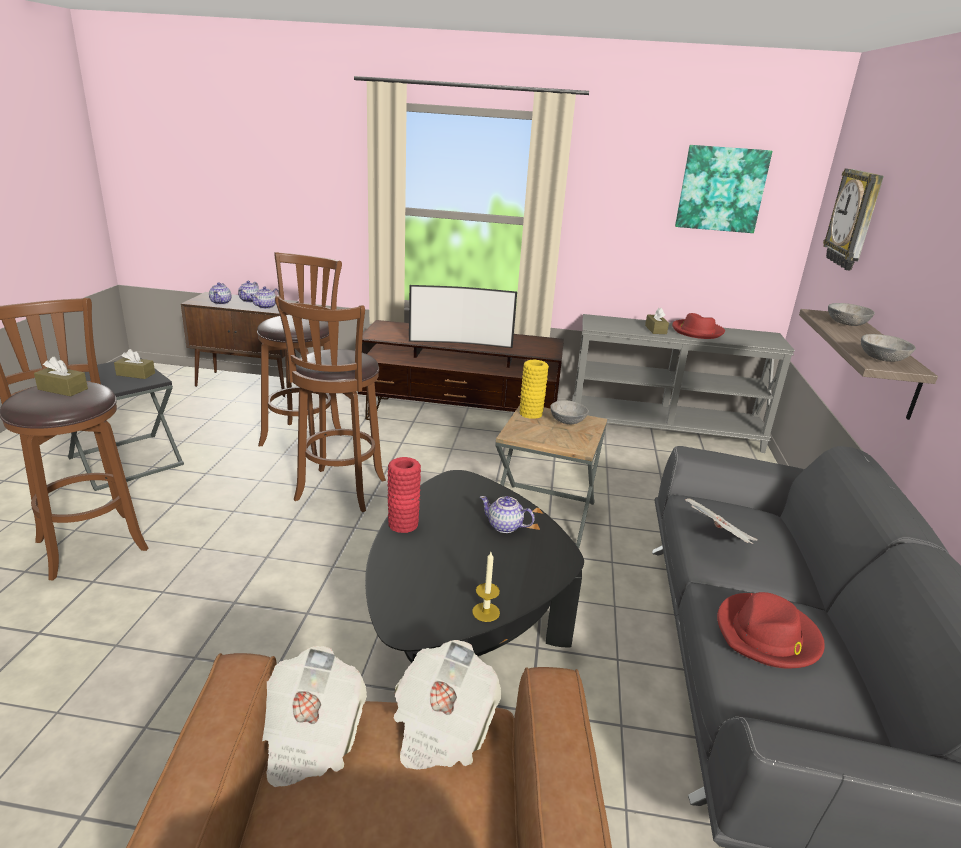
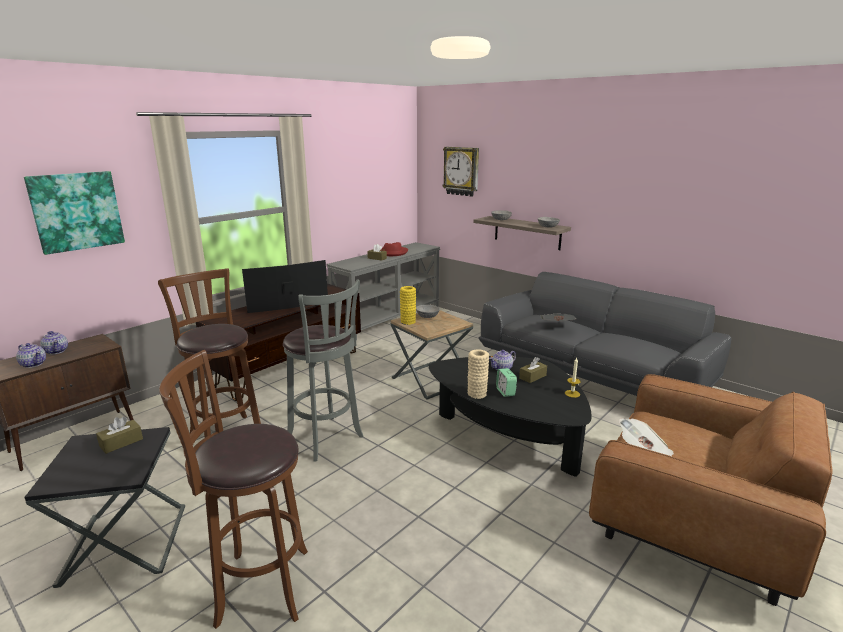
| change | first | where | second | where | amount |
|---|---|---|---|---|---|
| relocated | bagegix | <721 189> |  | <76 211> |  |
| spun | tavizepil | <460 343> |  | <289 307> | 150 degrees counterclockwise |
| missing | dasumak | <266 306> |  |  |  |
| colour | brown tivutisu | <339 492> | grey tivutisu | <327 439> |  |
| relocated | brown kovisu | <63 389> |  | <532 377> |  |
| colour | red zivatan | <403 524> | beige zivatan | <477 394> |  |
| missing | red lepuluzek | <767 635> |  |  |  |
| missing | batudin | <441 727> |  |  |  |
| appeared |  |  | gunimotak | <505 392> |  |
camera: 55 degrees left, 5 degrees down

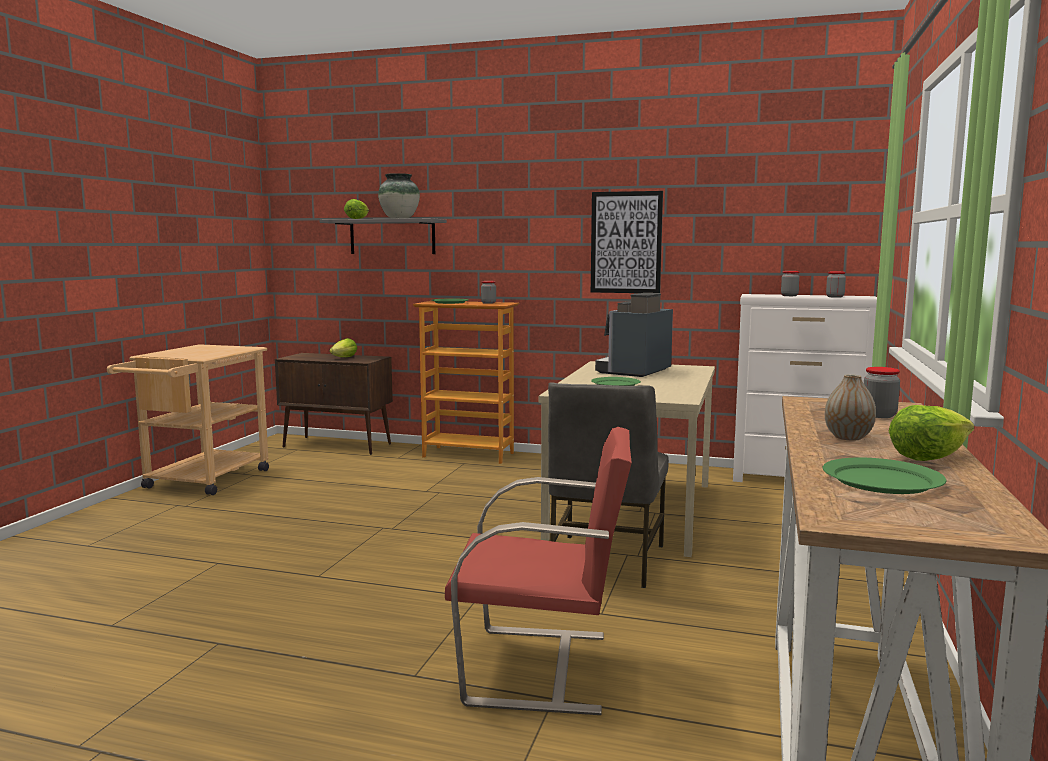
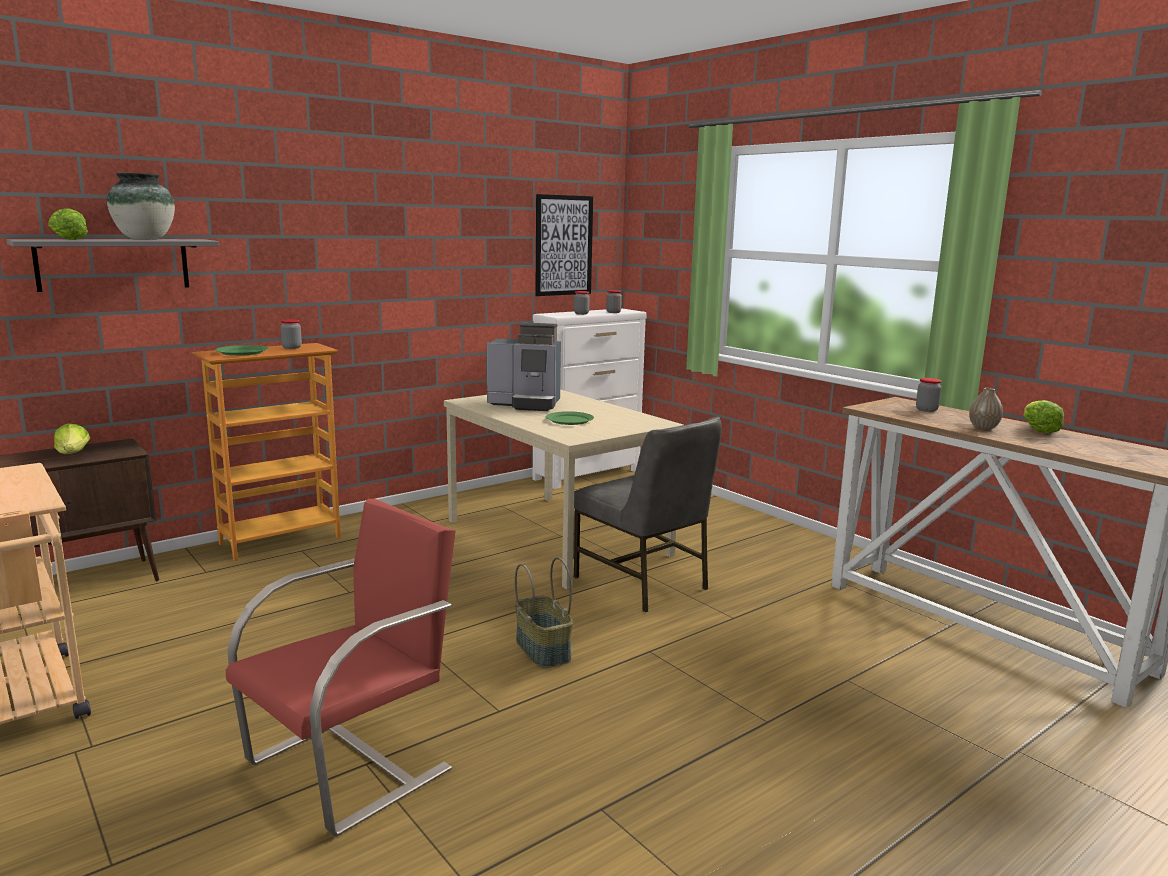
| change | first | where | second | where | amount |
|---|---|---|---|---|---|
| relocated | bagegix | <626 242> |  | <563 245> |  |
| spun | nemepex | <634 371> |  | <526 404> | 60 degrees counterclockwise |
| relocated | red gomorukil | <541 668> |  | <352 764> |  |
| missing | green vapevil | <883 480> |  |  |  |
| appeared |  |  | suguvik | <544 650> |  |
camera: 55 degrees left, 5 degrees up

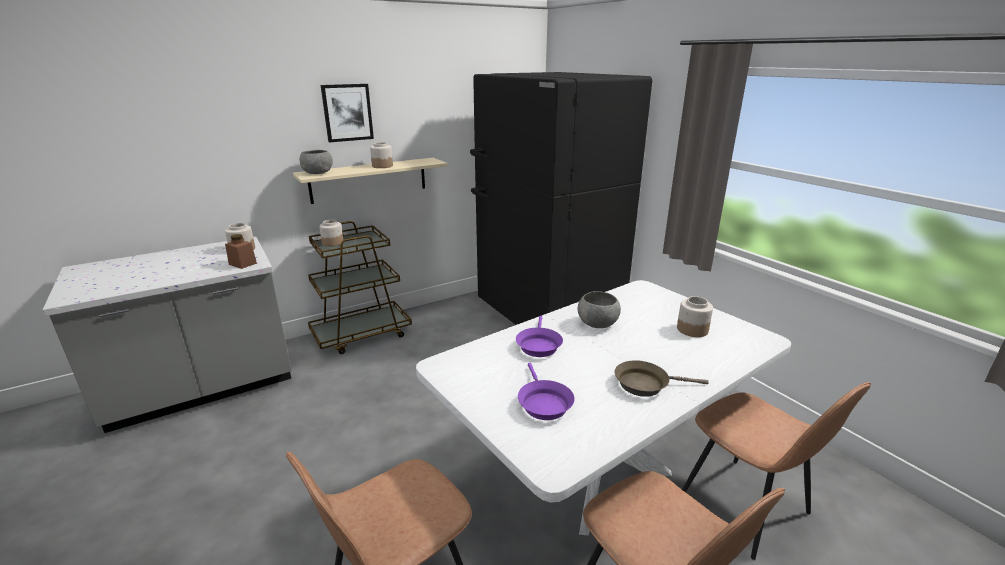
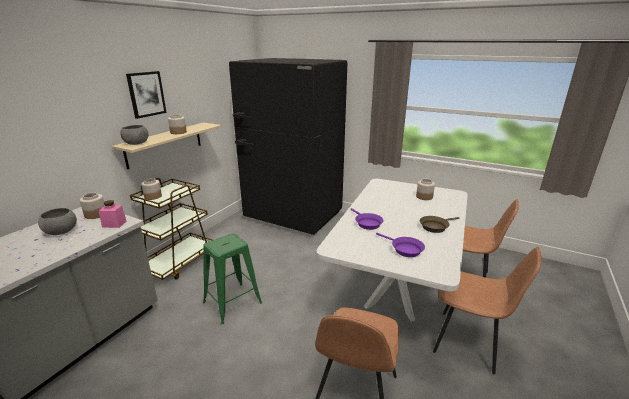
| change | first | where | second | where | amount |
|---|---|---|---|---|---|
| colour | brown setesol | <242 264> | pink setesol | <114 224> |  |
| relocated | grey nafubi | <597 323> |  | <61 231> |  |
| appeared |  |  | green tivutisu | <232 302> |  |
camera: 30 degrees left, 0 degrees up

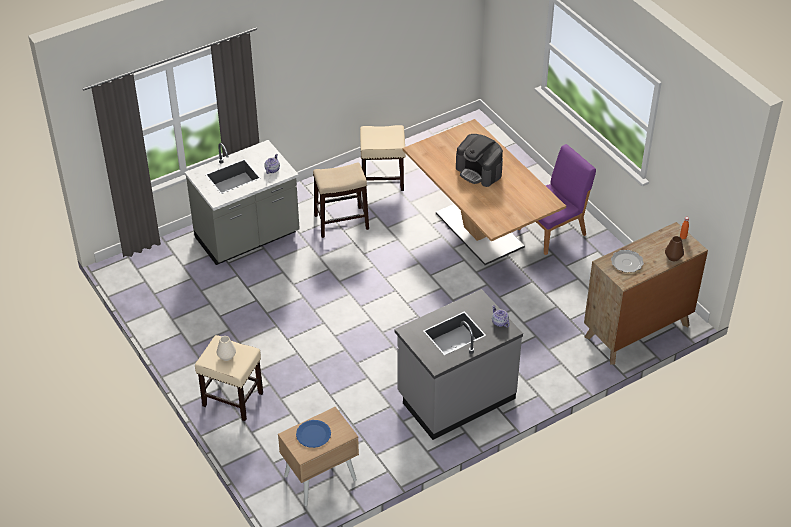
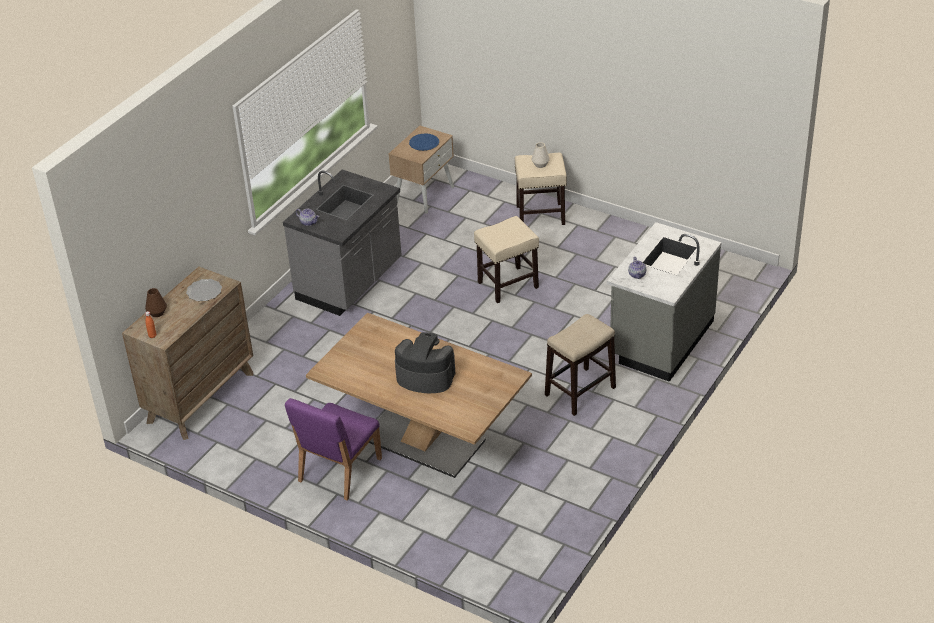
| change | first | where | second | where | amount |
|---|---|---|---|---|---|
| relocated | beige tivutisu | <383 180> |  | <507 285> |  |
camera: 155 degrees right, 5 degrees down

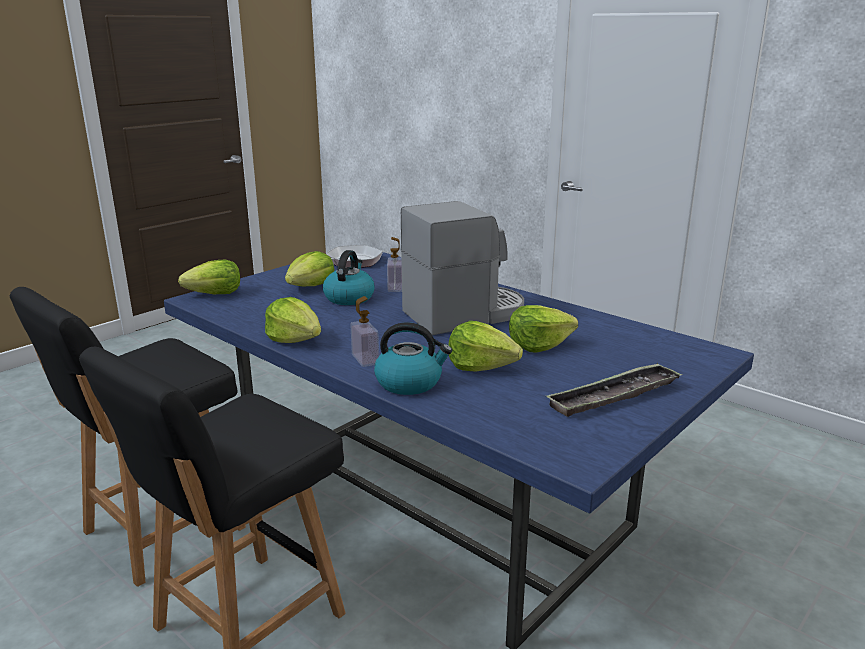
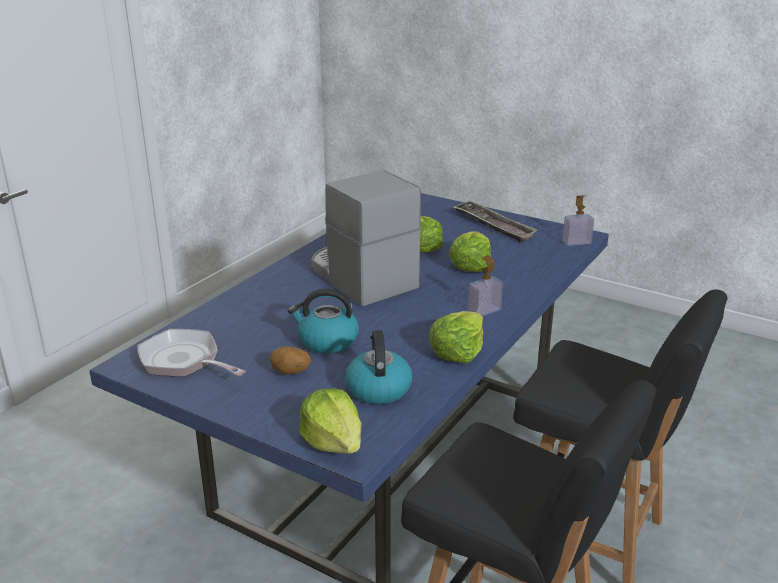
| change | first | where | second | where | amount |
|---|---|---|---|---|---|
| relocated | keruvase | <395 287> |  | <576 242> |  |
| exchanged | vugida | <311 286> | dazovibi | <290 372> |  |
| relocated | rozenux | <410 382> |  | <378 388> |  |
camera: 100 degrees left, 5 degrees up

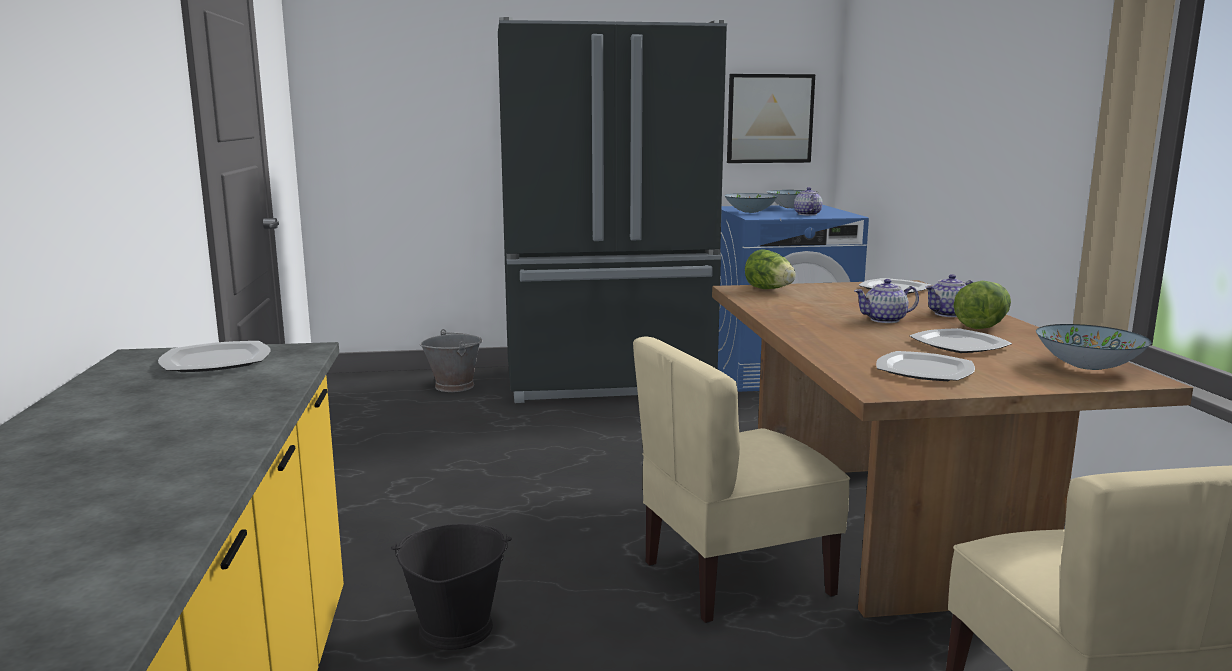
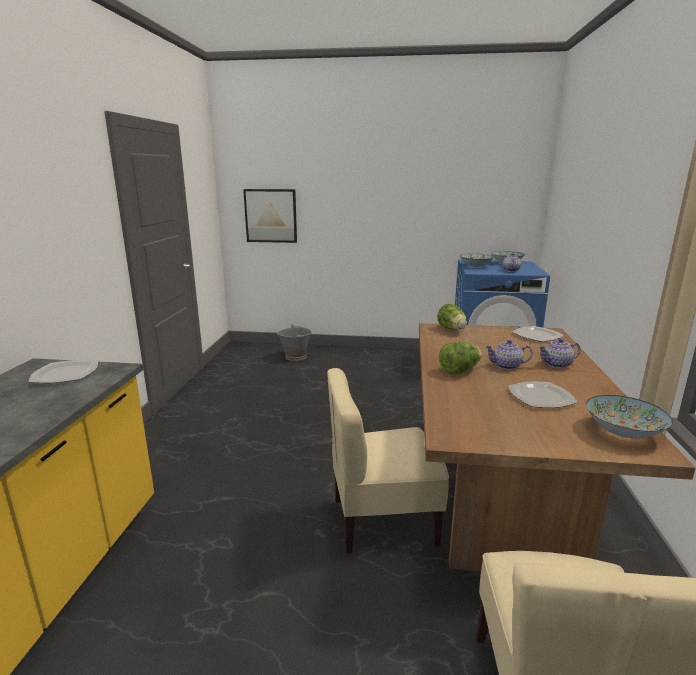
| change | first | where | second | where | amount |
|---|---|---|---|---|---|
| missing | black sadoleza | <609 382> |  |  |  |
| relocated | bagegix | <770 118> |  | <270 216> |  |
| relocated | vugida | <982 325> |  | <459 371> |  |
| missing | vapevil | <925 370> |  |  |  |
| missing | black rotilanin | <454 628> |  |  |  |
camera: 15 degrees right, 5 degrees up

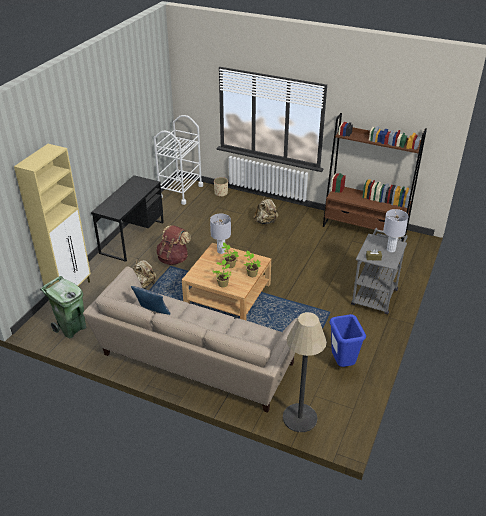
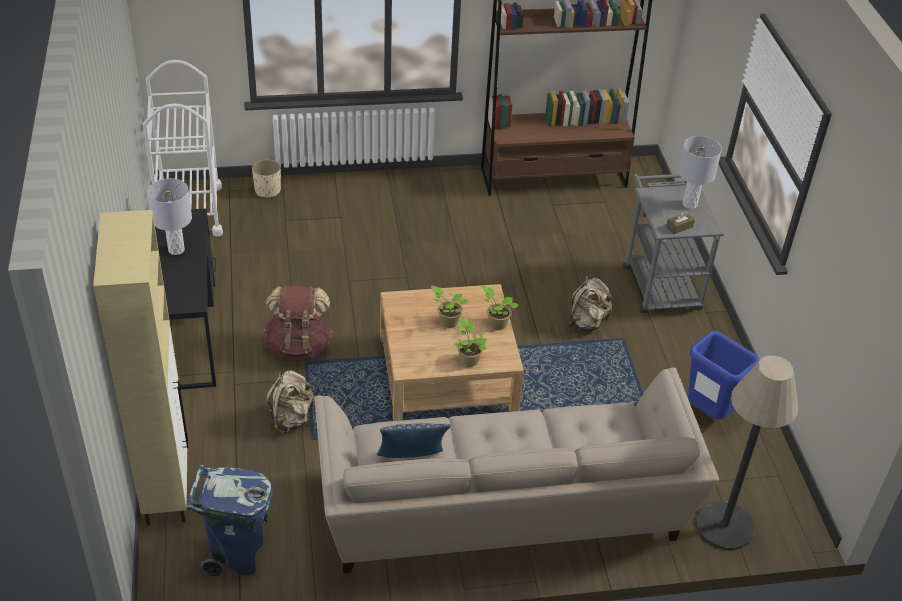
| change | first | where | second | where | amount |
|---|---|---|---|---|---|
| relocated | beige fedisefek | <265 222> |  | <587 322> |  |
| relocated | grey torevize | <221 251> |  | <176 249> |  |
| colour | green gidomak | <71 328> | blue gidomak | <237 555> |  |
camera: 35 degrees left, 5 degrees up

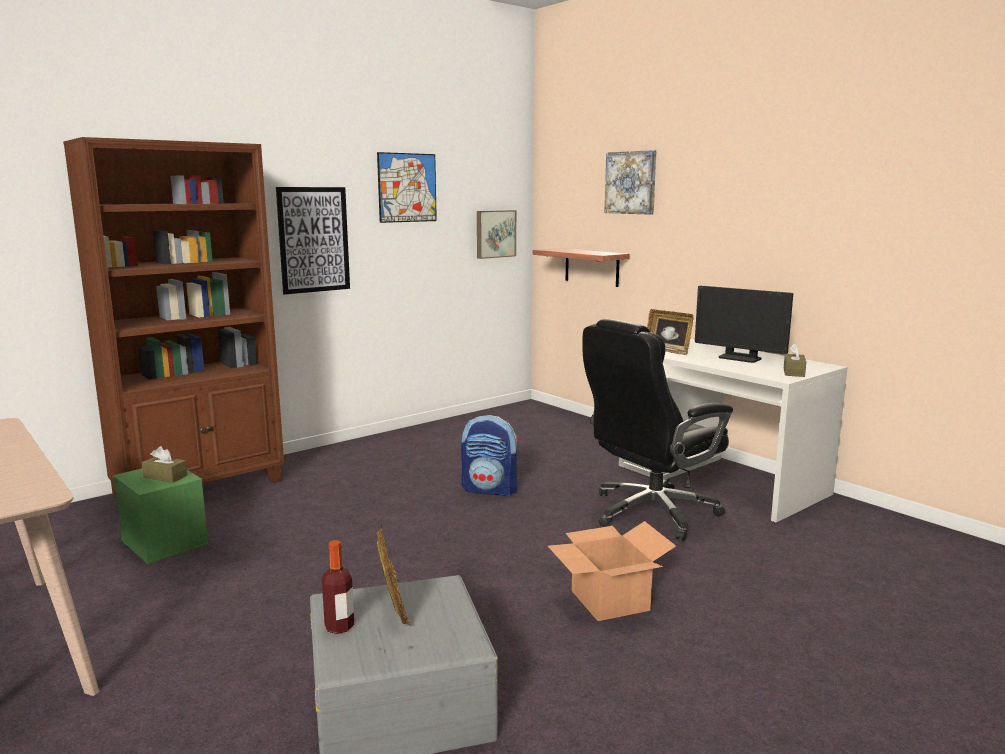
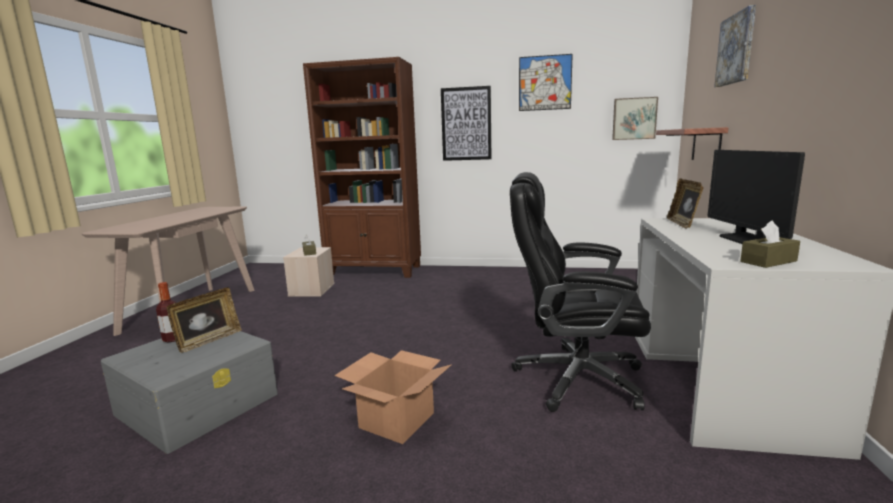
| change | first | where | second | where | amount |
|---|---|---|---|---|---|
| missing | fedisefek | <491 489> |  |  |  |
| colour | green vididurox | <166 542> | beige vididurox | <312 290> |  |
camera: 50 degrees right, 0 degrees up

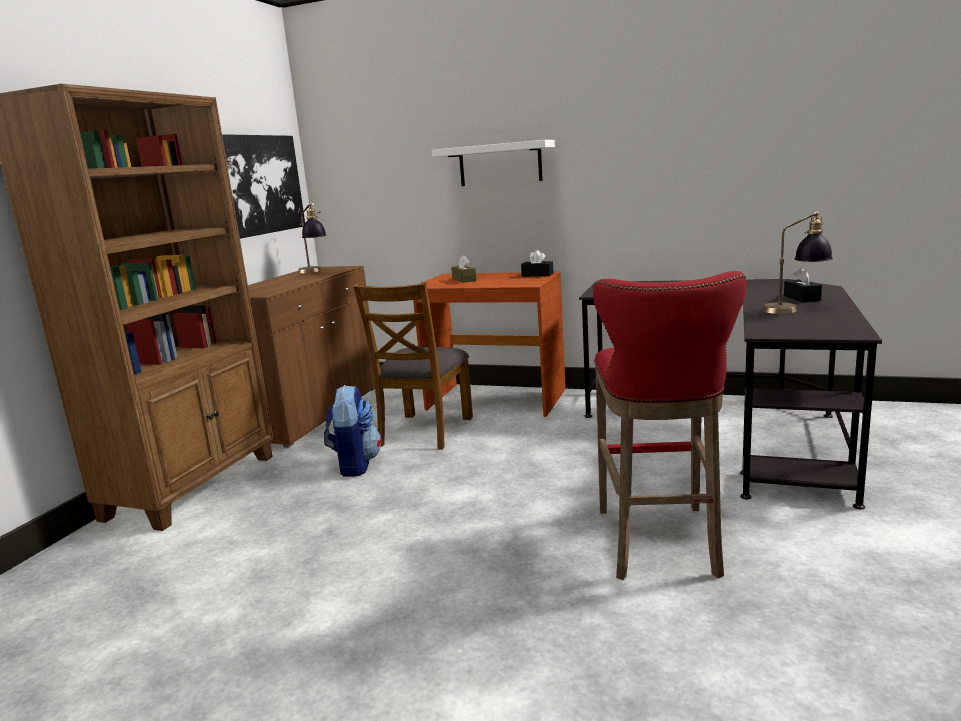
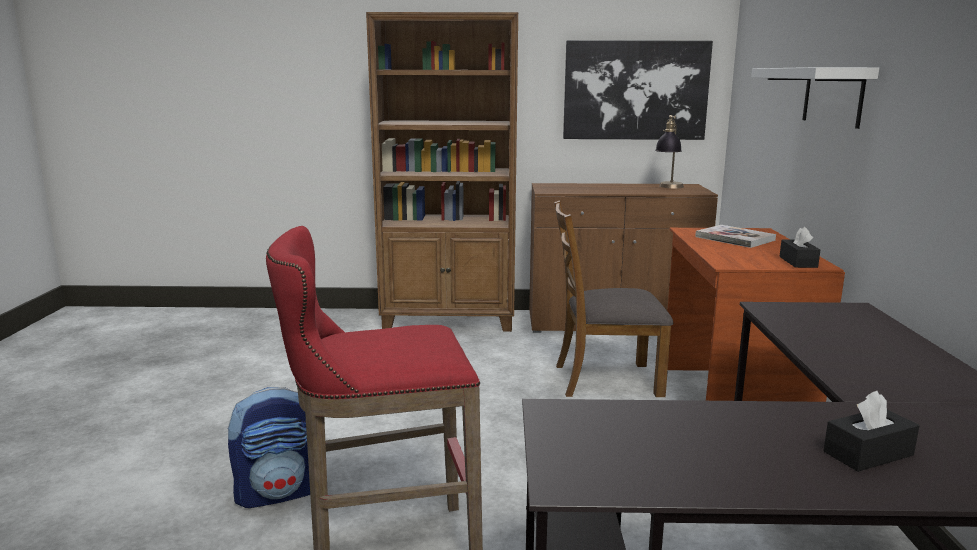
| change | first | where | second | where | amount |
|---|---|---|---|---|---|
| missing | torevize | <795 309> |  |  |  |
| exchanged | brown kovisu | <464 280> | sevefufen | <735 238> |  |
| relocated | fedisefek | <355 465> |  | <279 492> |  |
camera: 70 degrees right, 0 degrees up

